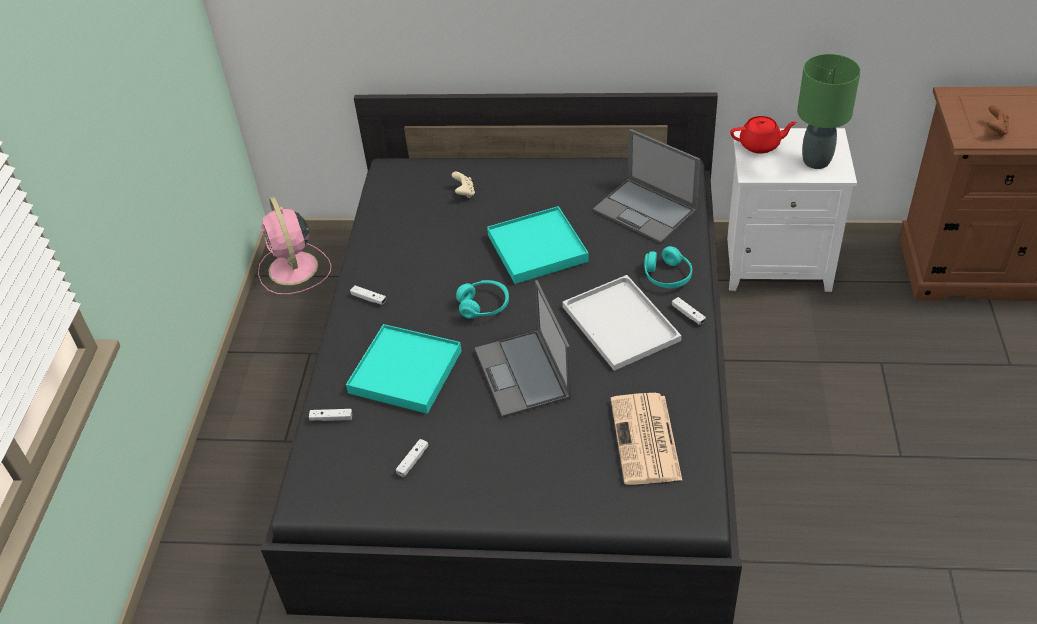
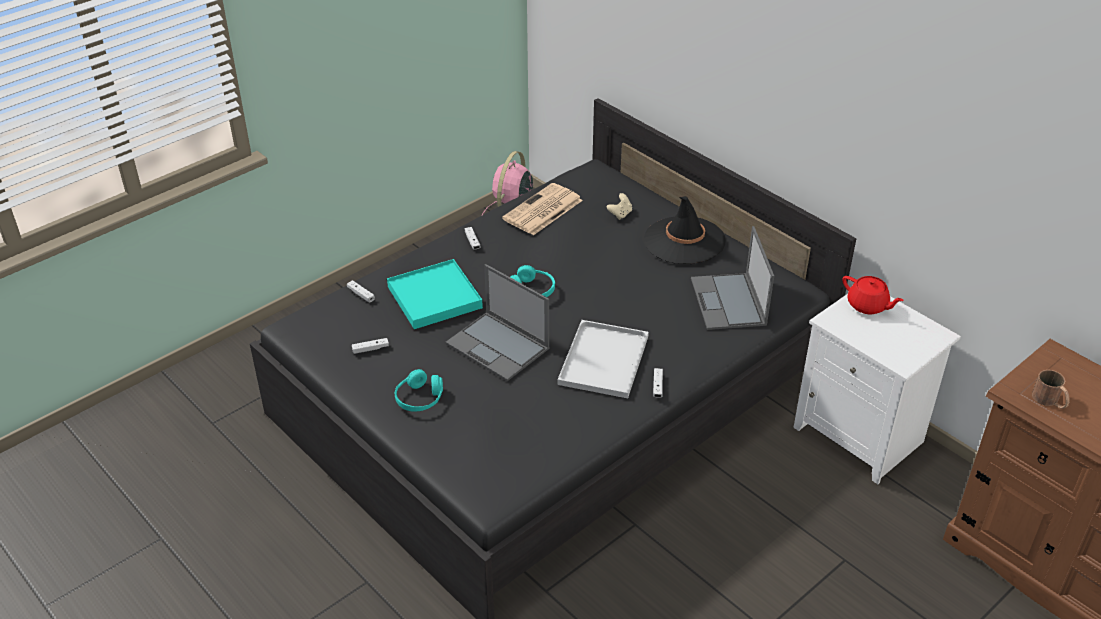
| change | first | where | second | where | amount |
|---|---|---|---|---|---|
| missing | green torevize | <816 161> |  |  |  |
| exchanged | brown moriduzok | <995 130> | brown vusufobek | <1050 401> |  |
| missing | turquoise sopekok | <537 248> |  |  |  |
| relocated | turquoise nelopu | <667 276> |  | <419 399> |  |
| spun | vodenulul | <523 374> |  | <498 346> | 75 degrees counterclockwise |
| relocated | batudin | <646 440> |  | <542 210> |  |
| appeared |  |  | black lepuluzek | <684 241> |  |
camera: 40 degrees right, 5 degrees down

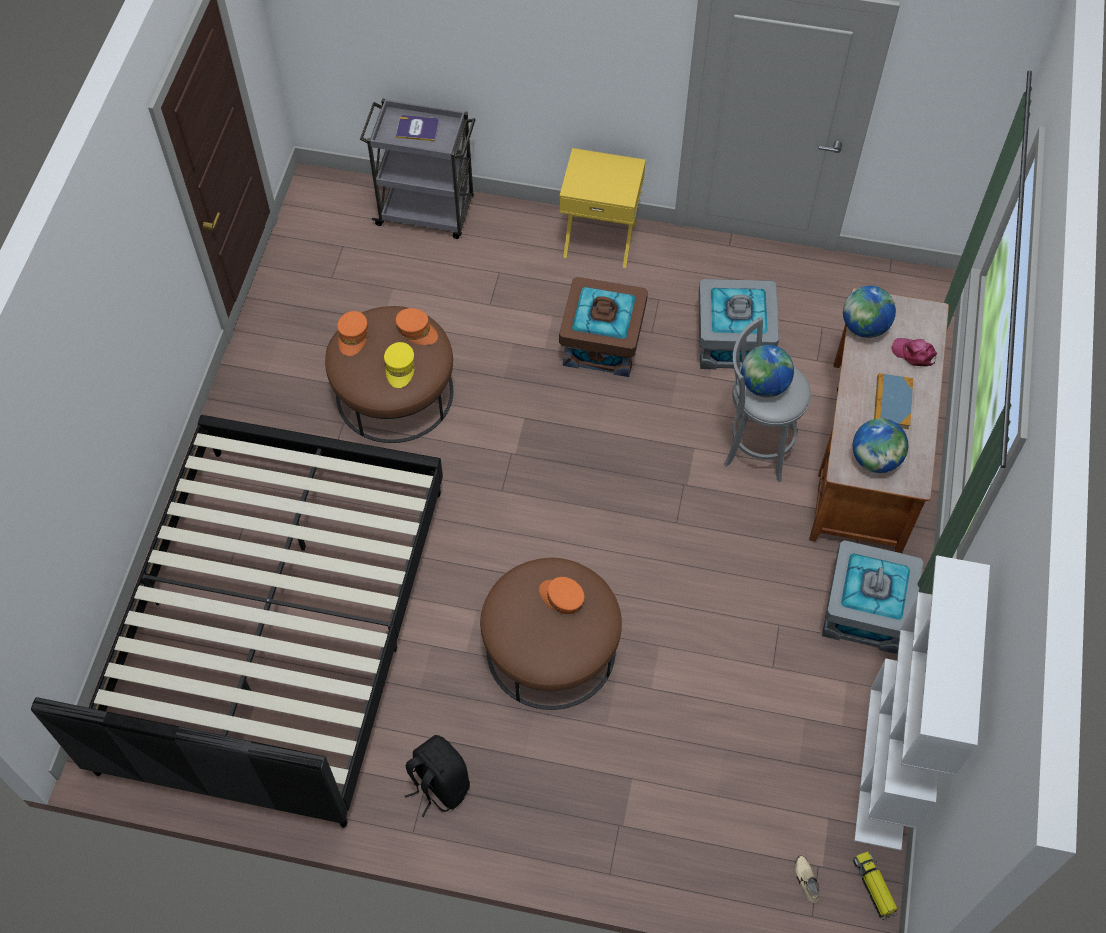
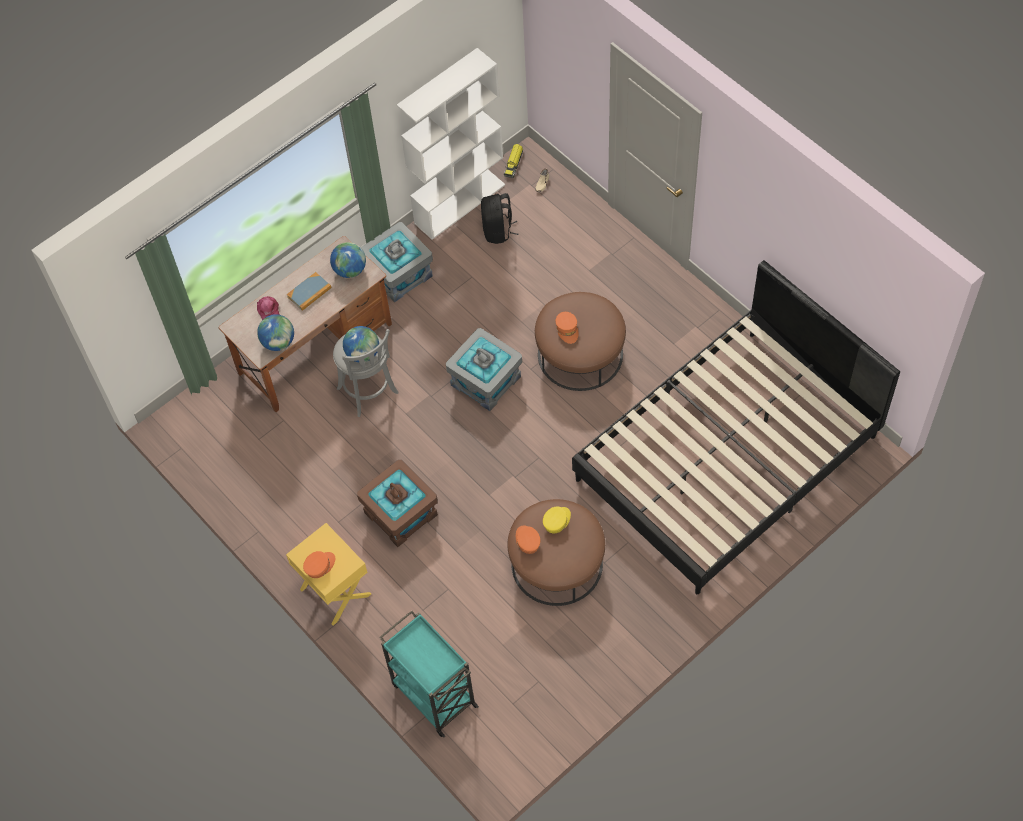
| change | first | where | second | where | amount |
|---|---|---|---|---|---|
| colour | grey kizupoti | <427 212> | turquoise kizupoti | <433 694> |  |
| missing | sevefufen | <417 129> |  |  |  |
| relocated | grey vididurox | <733 342> |  | <486 380> |  |
| relocated | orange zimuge | <353 337> |  | <319 566> |  |
| relocated | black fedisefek | <439 785> |  | <498 231> |  |
camera: 140 degrees left, 0 degrees up

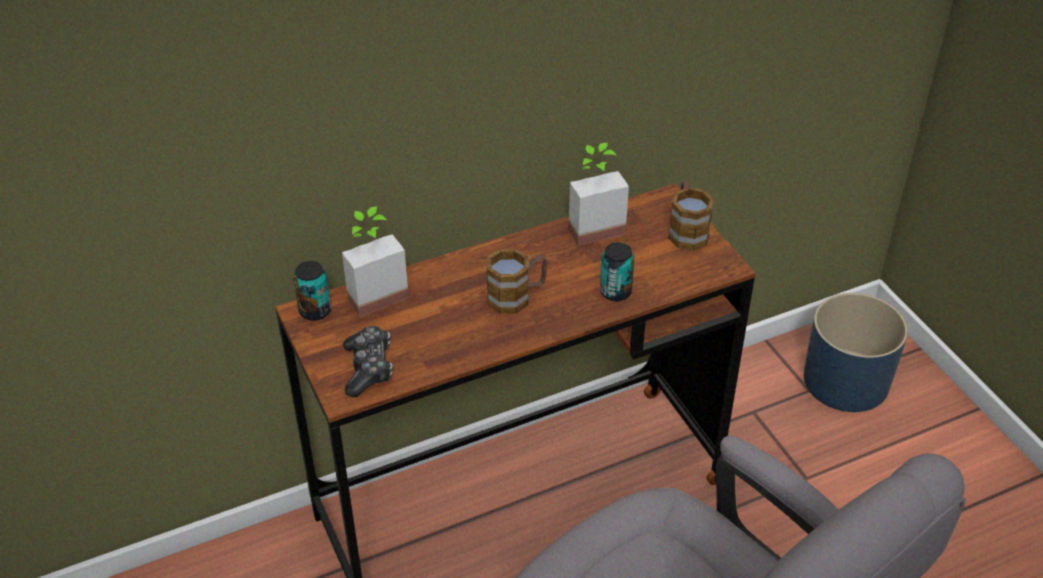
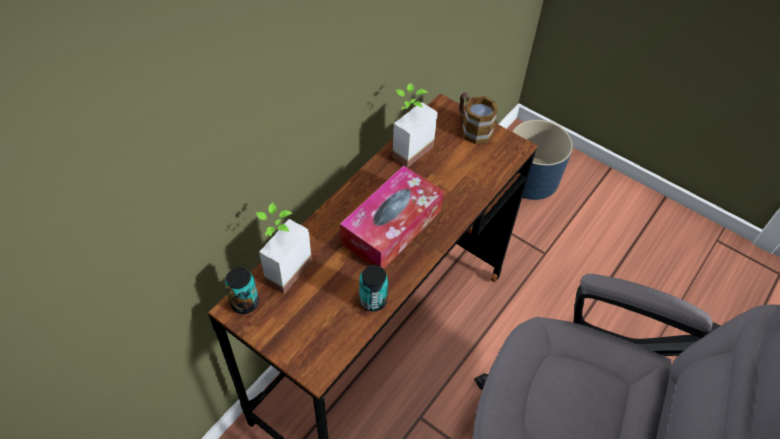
| change | first | where | second | where | amount |
|---|---|---|---|---|---|
| relocated | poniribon | <615 292> |  | <373 300> |  |
| exchanged | vusufobek | <517 296> | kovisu | <391 227> |  |
| missing | moriduzok | <368 368> |  |  |  |
camera: 30 degrees left, 10 degrees up

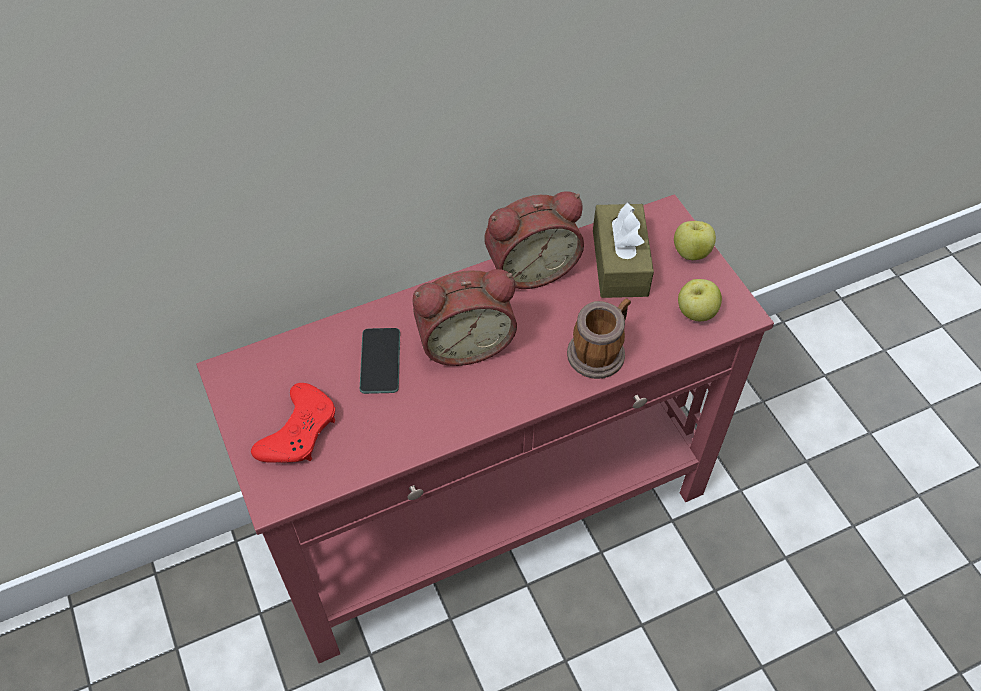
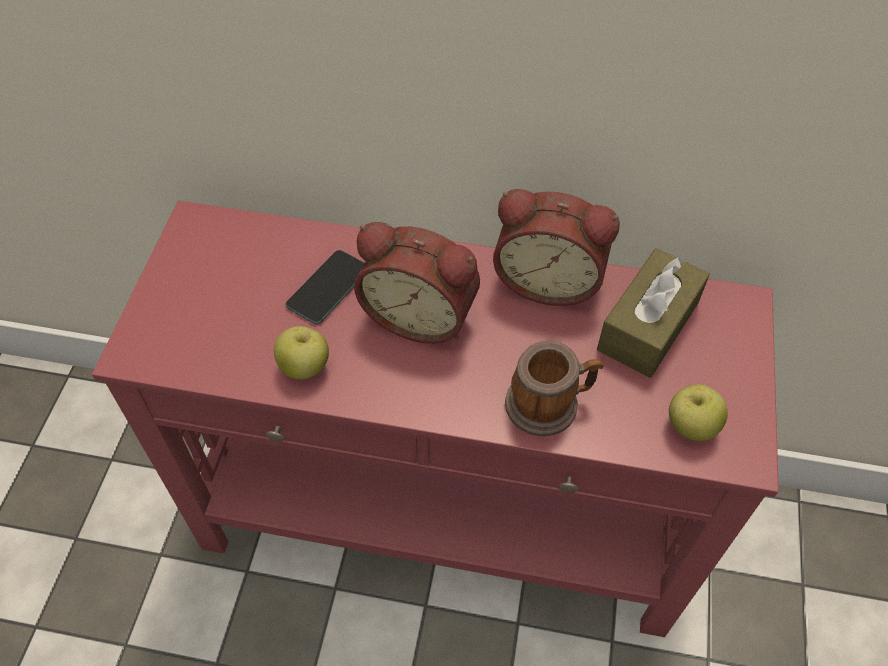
| change | first | where | second | where | amount |
|---|---|---|---|---|---|
| relocated | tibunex | <691 253> |  | <304 367> |  |
| missing | red moriduzok | <299 431> |  |  |  |
camera: 35 degrees right, 0 degrees up

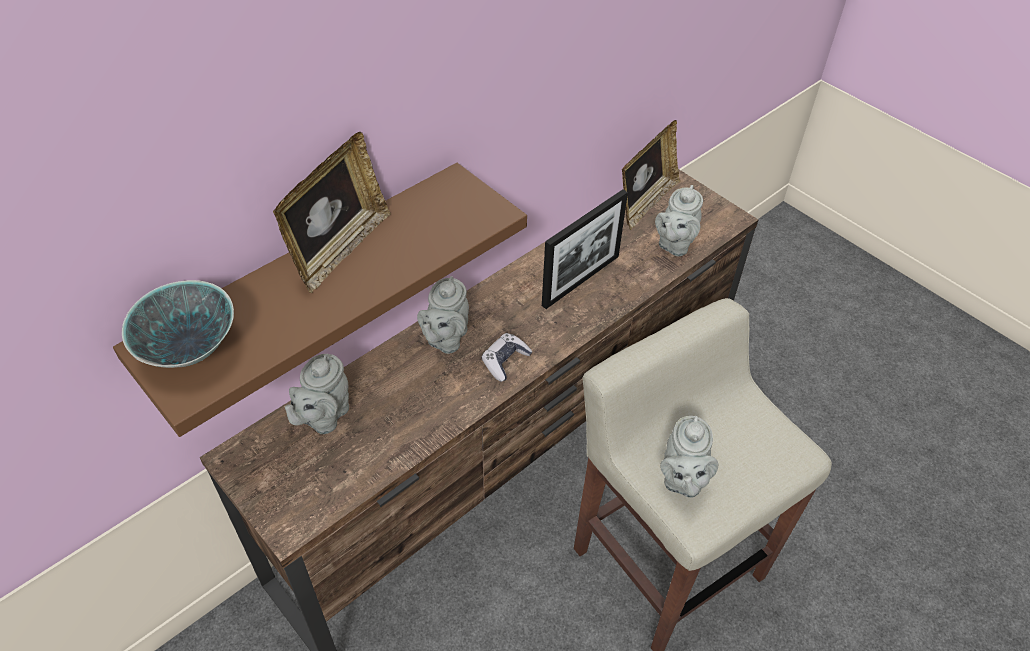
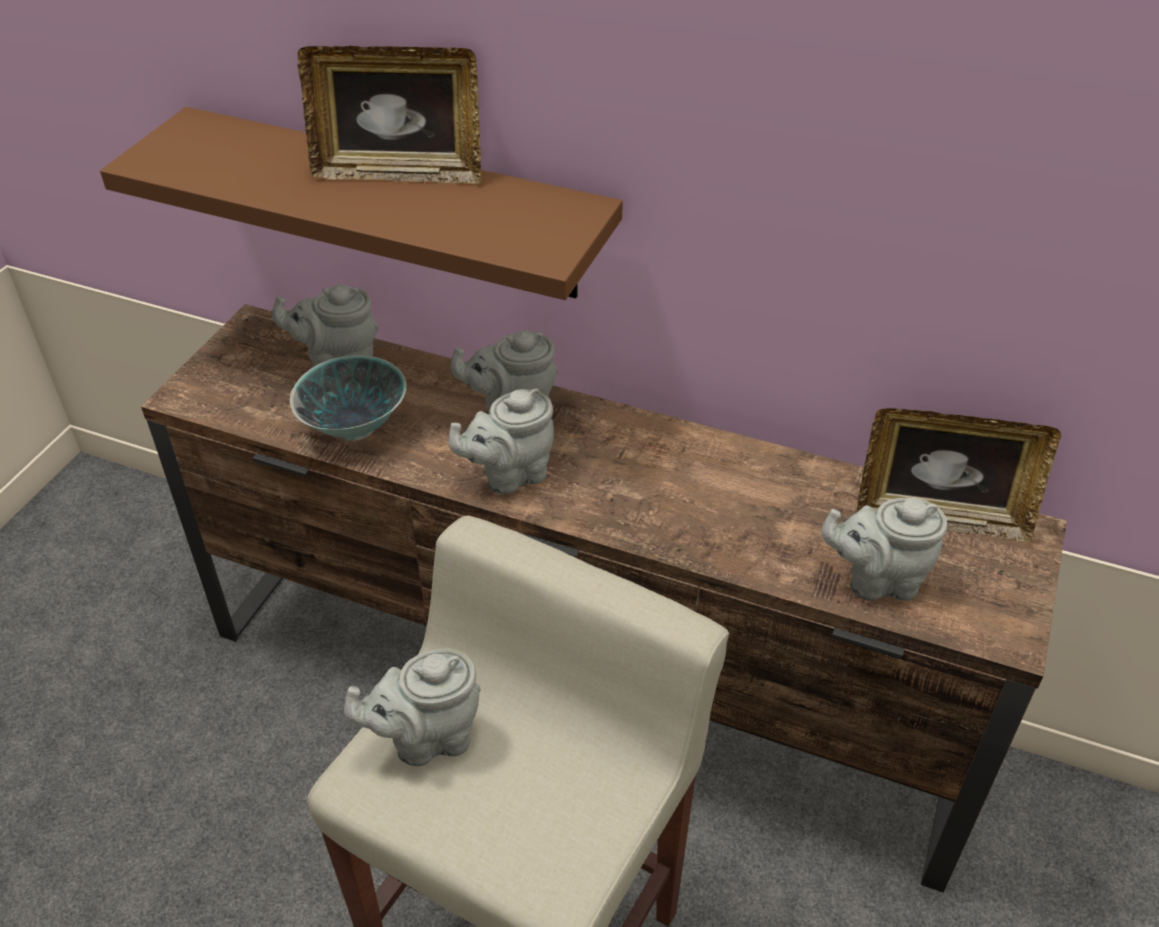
| change | first | where | second | where | amount |
|---|---|---|---|---|---|
| missing | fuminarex | <581 280> |  |  |  |
| relocated | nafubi | <191 350> |  | <356 427> |  |
| exchanged | moriduzok | <505 361> | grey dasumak | <509 474> |  |
camera: 65 degrees right, 5 degrees down

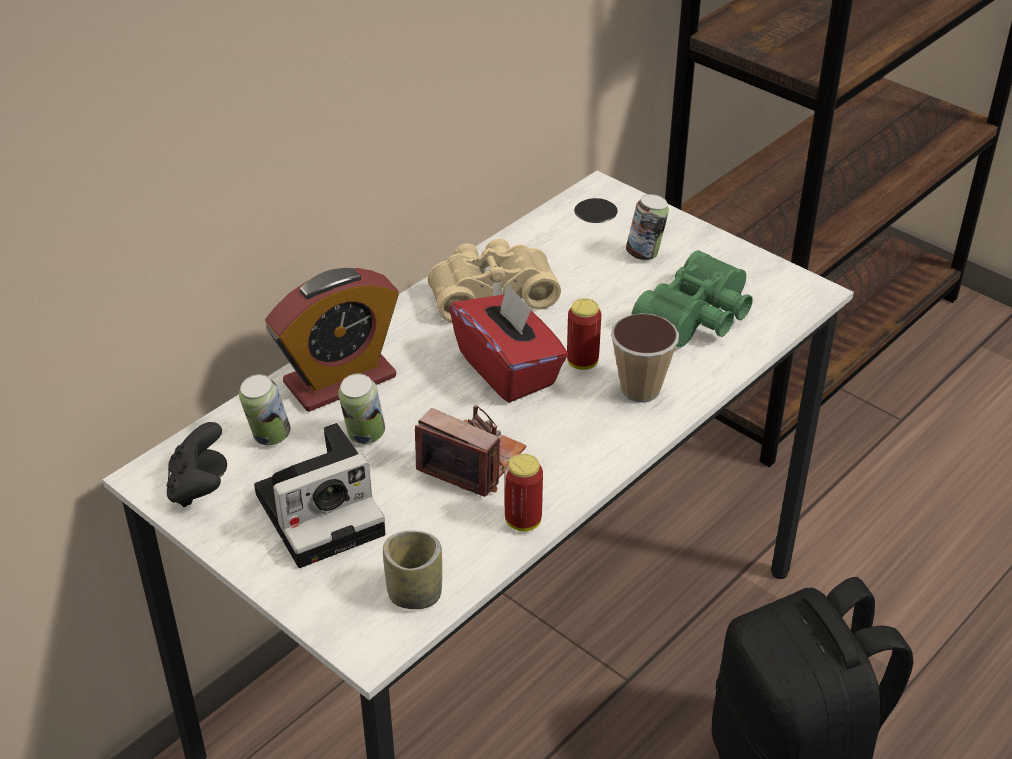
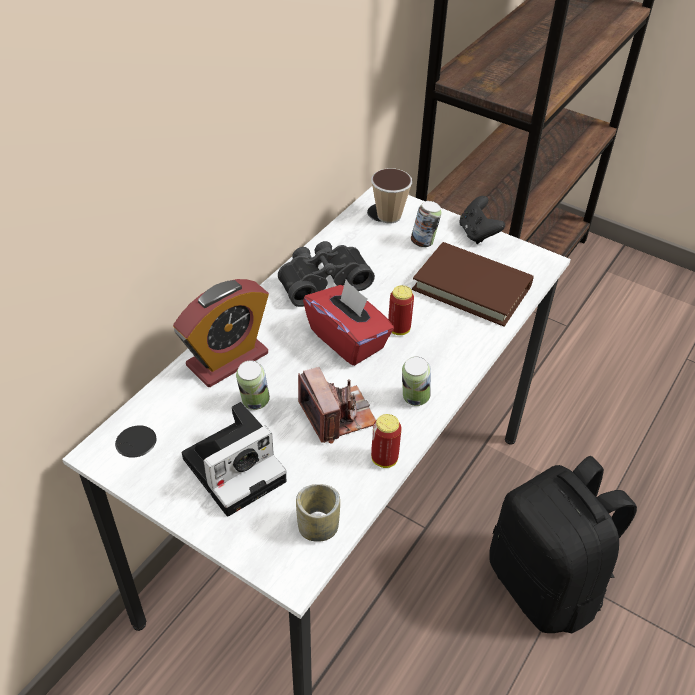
| change | first | where | second | where | amount |
|---|---|---|---|---|---|
| colour | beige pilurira | <490 292> | black pilurira | <322 280> |  |
| exchanged | green pilurira | <699 318> | brown sevefufen | <472 288> |  |
| relocated | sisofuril | <640 389> |  | <389 216> |  |
| relocated | poniribon | <268 438> |  | <414 399> |  |
| spun | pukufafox | <472 461> |  | <337 415> | 45 degrees clockwise |
| relocated | black moriduzok | <198 487> |  | <477 233> |  |
camera: 10 degrees left, 5 degrees up

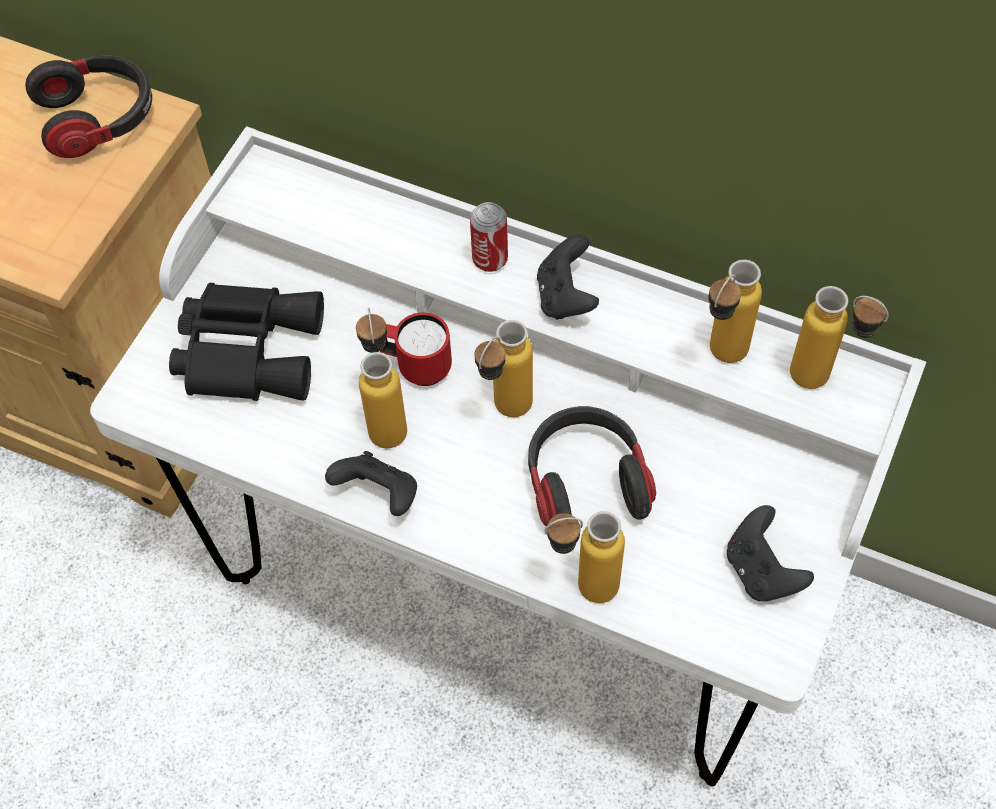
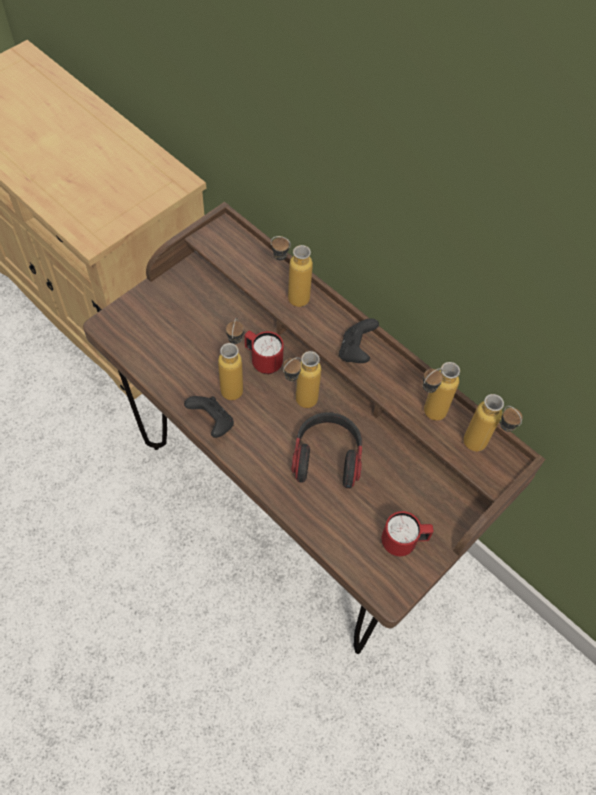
| change | first | where | second | where | amount |
|---|---|---|---|---|---|
| missing | nelopu | <99 119> |  |  |  |
| colour | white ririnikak | <507 588> | brown ririnikak | <291 503> |  |
| missing | poniribon | <490 259> |  |  |  |
| missing | black pilurira | <248 348> |  |  |  |
| exchanged | black moriduzok | <761 570> | red vusufobek | <403 542> |  |
| relocated | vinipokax | <581 588> |  | <289 297> |  |
camera: 15 degrees right, 0 degrees up

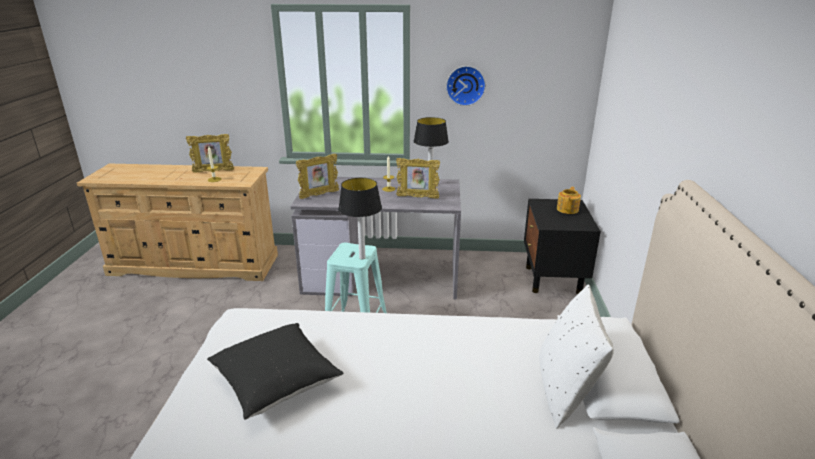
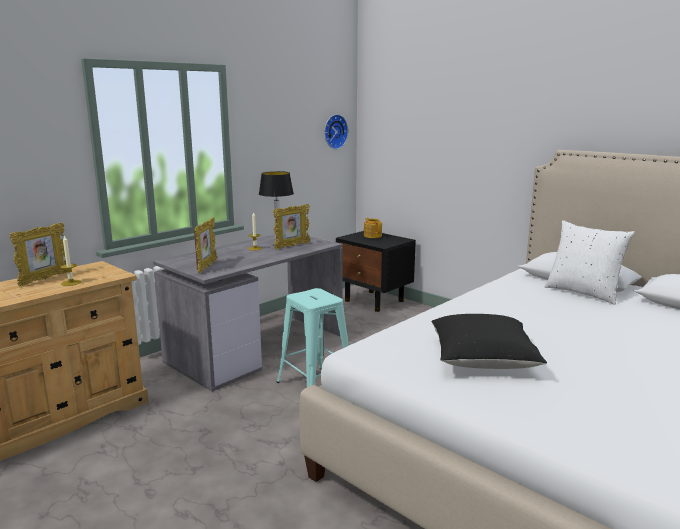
| change | first | where | second | where | amount |
|---|---|---|---|---|---|
| relocated | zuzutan | <465 85> |  | <334 131> |  |
| missing | torevize | <361 257> |  |  |  |
camera: 50 degrees left, 10 degrees down

